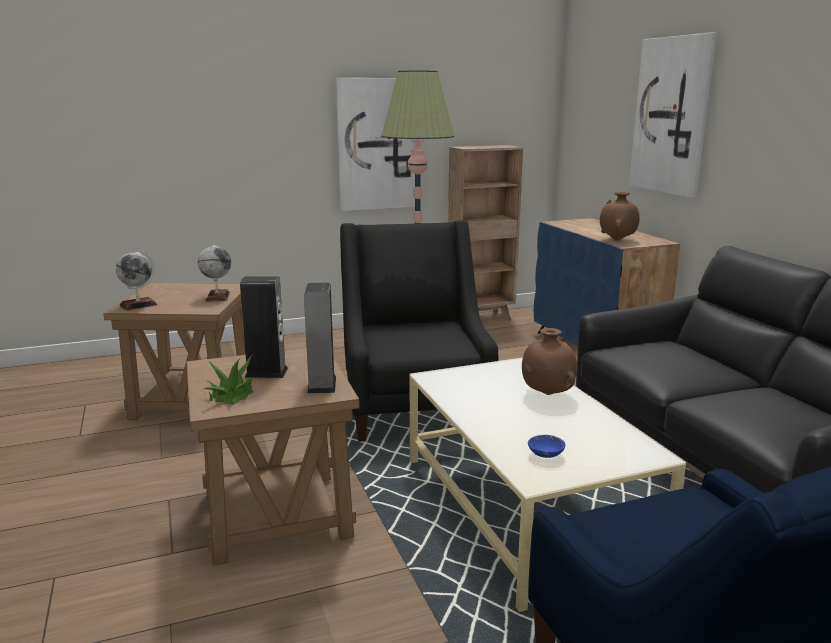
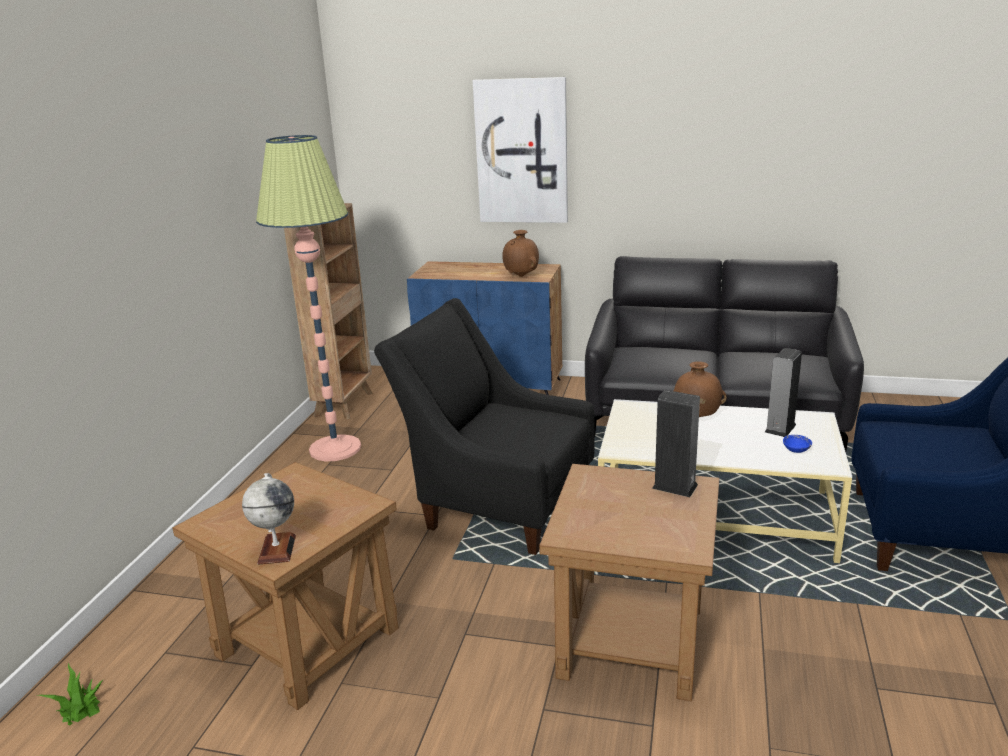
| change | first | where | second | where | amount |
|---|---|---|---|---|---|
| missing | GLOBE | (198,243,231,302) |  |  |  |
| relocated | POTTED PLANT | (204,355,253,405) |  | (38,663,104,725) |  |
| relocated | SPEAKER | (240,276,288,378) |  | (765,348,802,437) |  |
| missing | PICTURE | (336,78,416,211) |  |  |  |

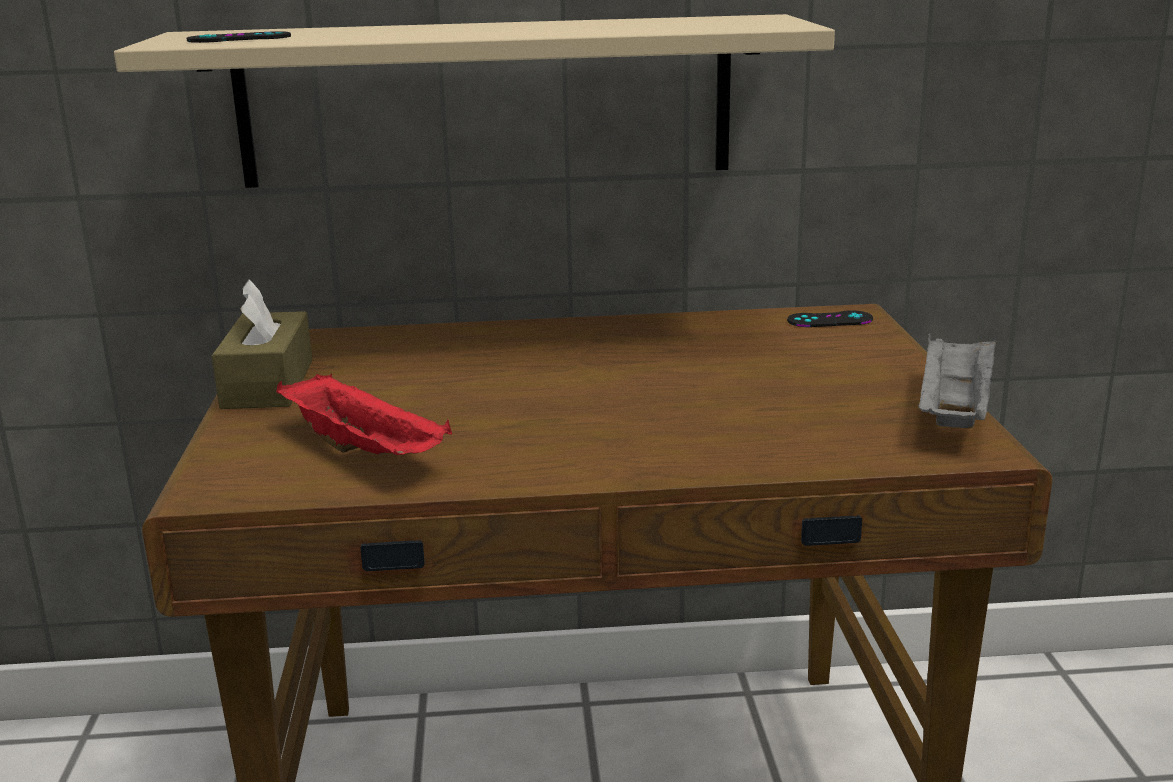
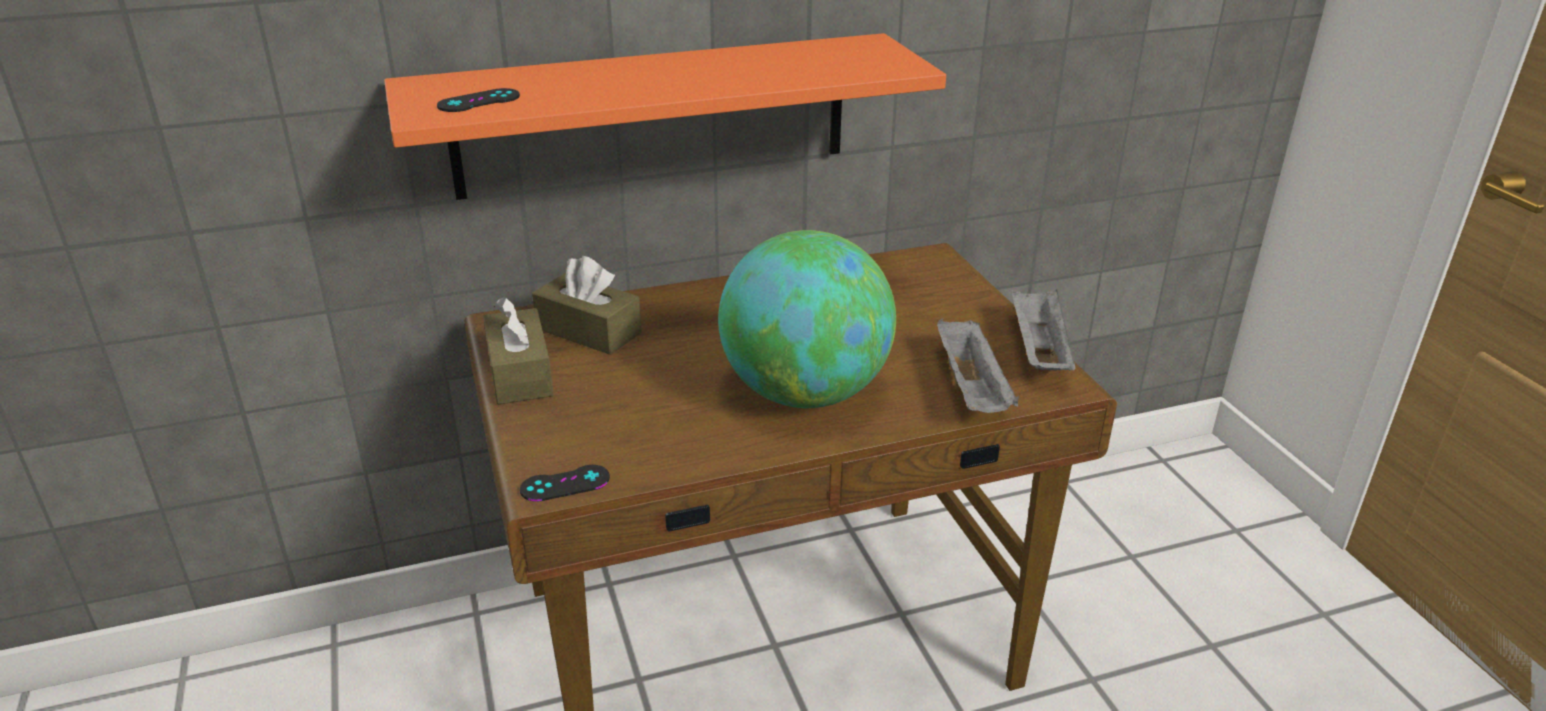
| change | first | where | second | where | amount |
|---|---|---|---|---|---|
| colour | BEIGE SHELF | (114,14,835,188) | ORANGE SHELF | (384,33,946,200) |  |
| missing | RED TRAY | (276,373,452,455) |  |  |  |
| relocated | BLACK GAME CONTROLLER | (787,310,873,327) |  | (520,465,610,502) |  |
| appeared |  |  | BROWN TISSUE BOX | (532,256,642,355) |  |
| appeared |  |  | GLOBE | (718,230,896,408) |  |
| appeared |  |  | GREY TRAY | (937,318,1019,413) |  |

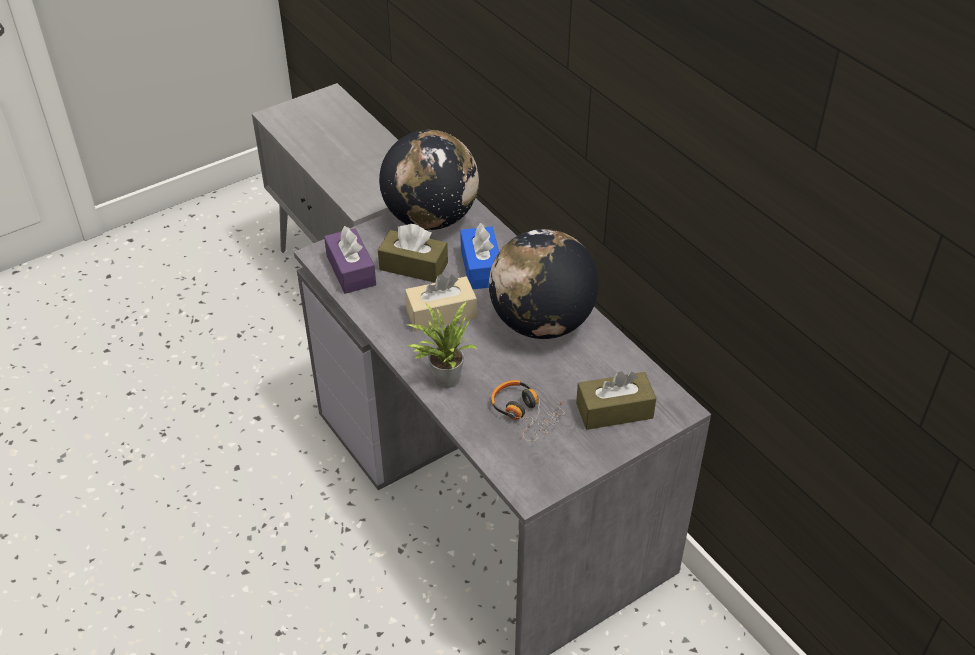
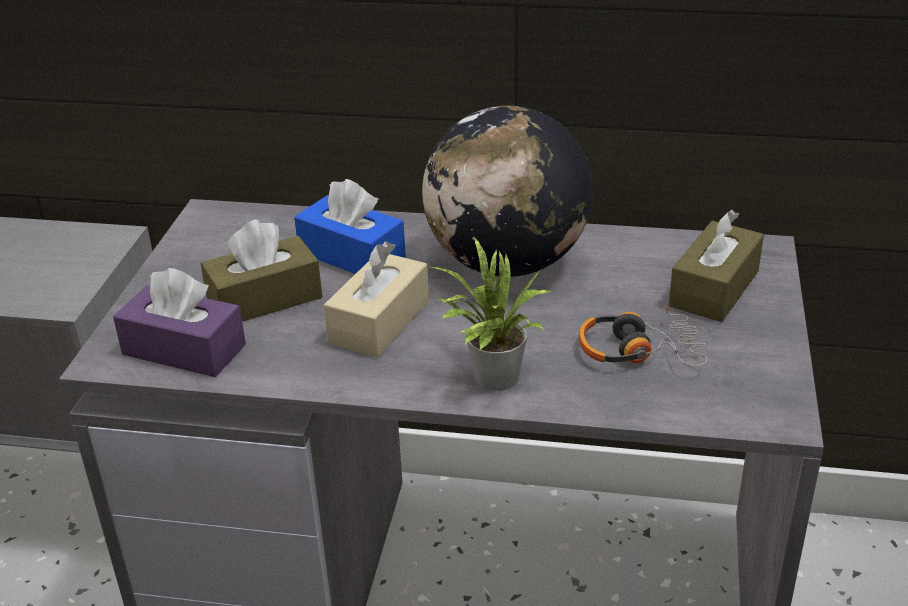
| change | first | where | second | where | amount |
|---|---|---|---|---|---|
| missing | GLOBE | (379,130,479,230) |  |  |  |

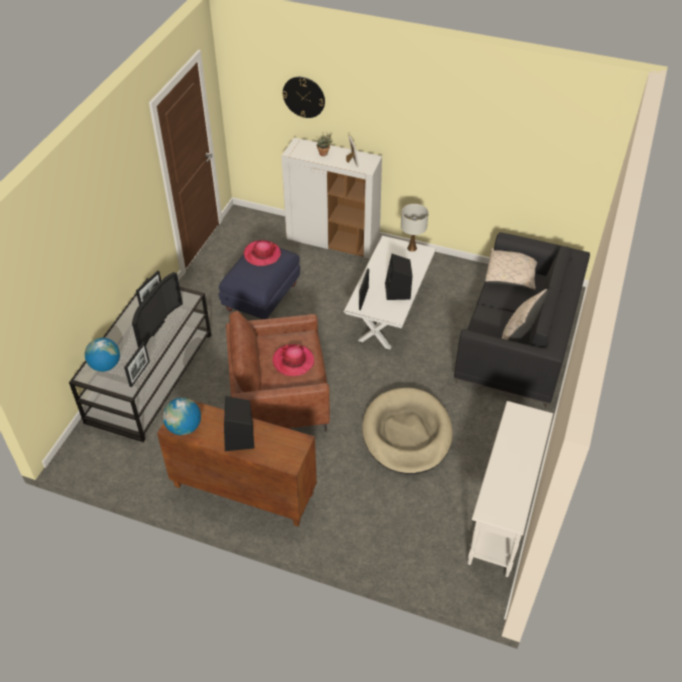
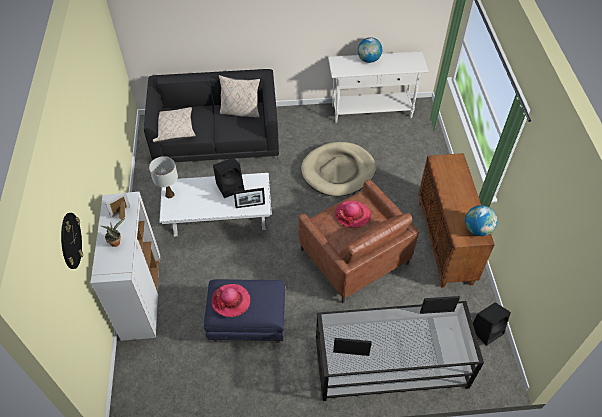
| change | first | where | second | where | amount |
|---|---|---|---|---|---|
| relocated | GLOBE | (85,337,120,372) |  | (358,37,382,63) |  |
| missing | TELEVISION | (132,272,183,348) |  |  |  |
| relocated | BLACK SPEAKER | (224,396,254,451) |  | (473,302,511,346) |  |

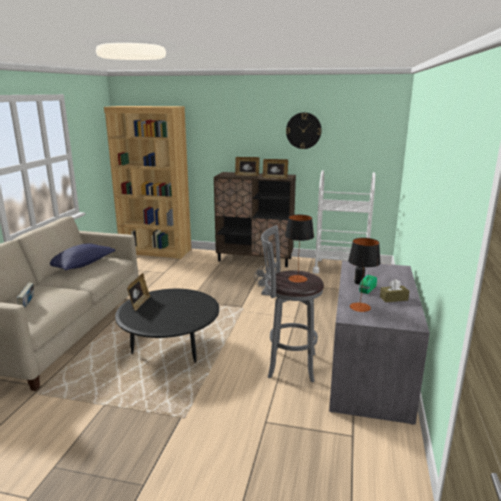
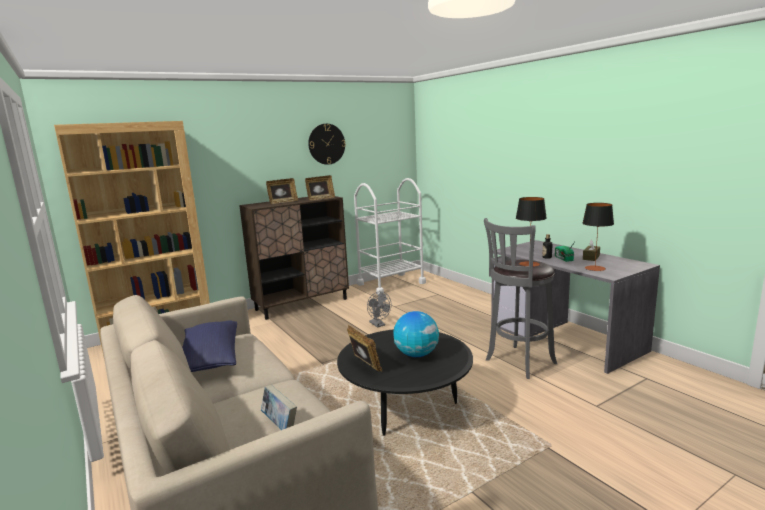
| change | first | where | second | where | amount |
|---|---|---|---|---|---|
| appeared |  |  | GLOBE | (393,311,439,357) |  |

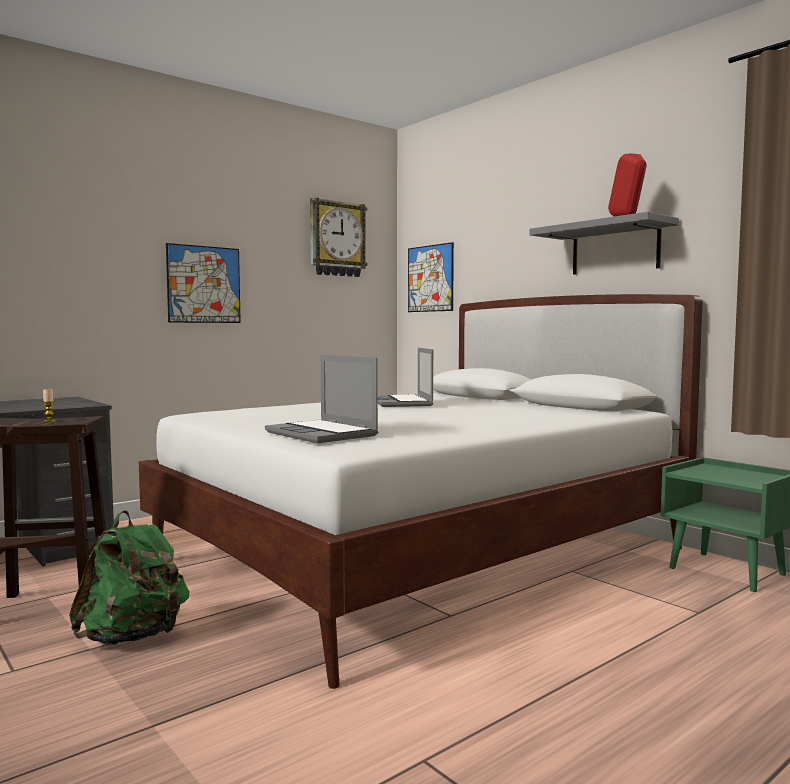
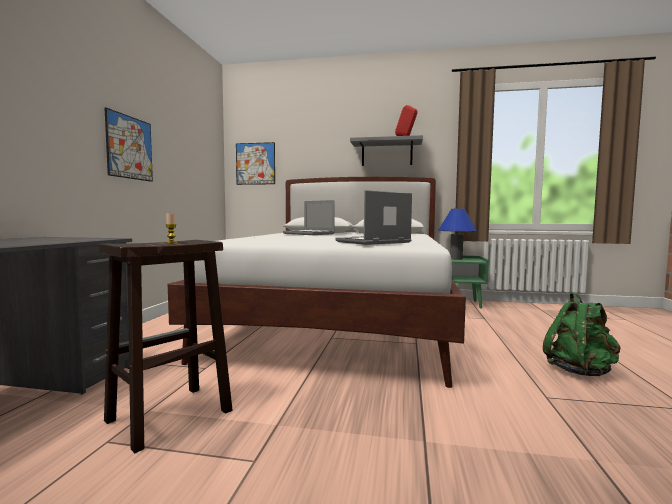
| change | first | where | second | where | amount |
|---|---|---|---|---|---|
| relocated | GREEN BACKPACK | (69,510,189,645) |  | (543,292,621,376) |  |
| spun | LAPTOP | (265,355,378,444) |  | (336,190,412,245) | 135 degrees clockwise |
| missing | WALL CLOCK | (310,198,368,277) |  |  |  |
| appeared |  |  | BLUE TABLE LAMP | (439,208,477,260) |  |

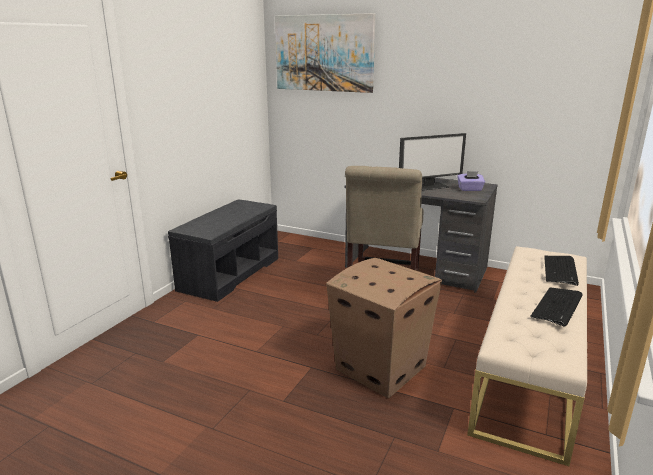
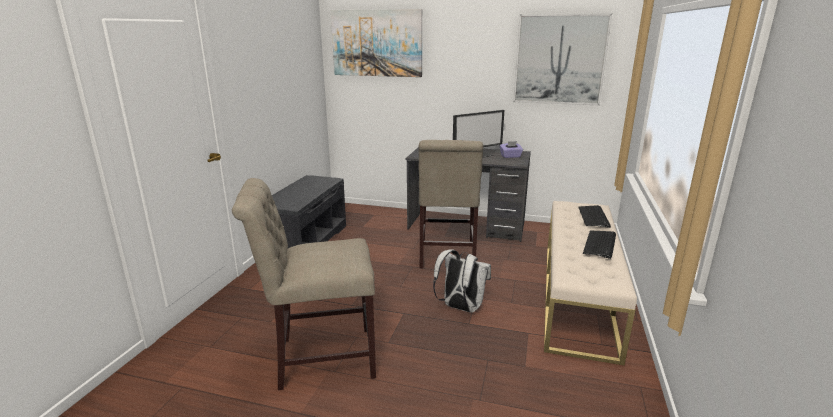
| change | first | where | second | where | amount |
|---|---|---|---|---|---|
| exchanged | CARDBOARD BOX | (326,258,442,398) | WHITE BACKPACK | (433,249,491,312) |  |
| appeared |  |  | BEIGE CHAIR | (232,178,376,390) |  |
| appeared |  |  | PICTURE | (513,13,612,105) |  |

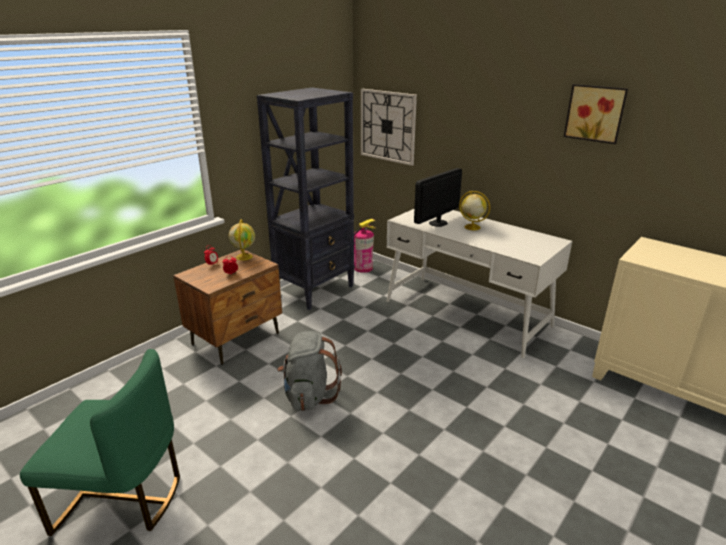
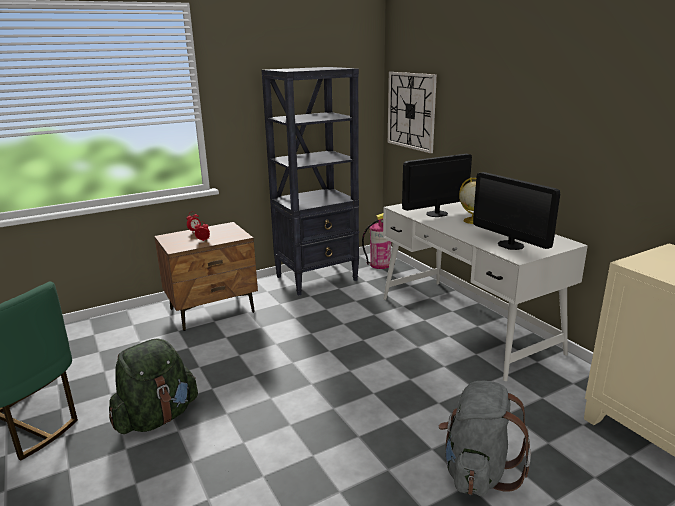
| change | first | where | second | where | amount |
|---|---|---|---|---|---|
| missing | GLOBE | (229,219,255,261) |  |  |  |
| relocated | GREY BACKPACK | (277,331,342,411) |  | (439,381,531,496) |  |
| missing | PICTURE | (564,84,628,144) |  |  |  |
| appeared |  |  | GREEN BACKPACK | (109,338,198,434) |  |
| appeared |  |  | MONITOR | (473,172,560,250) |  |

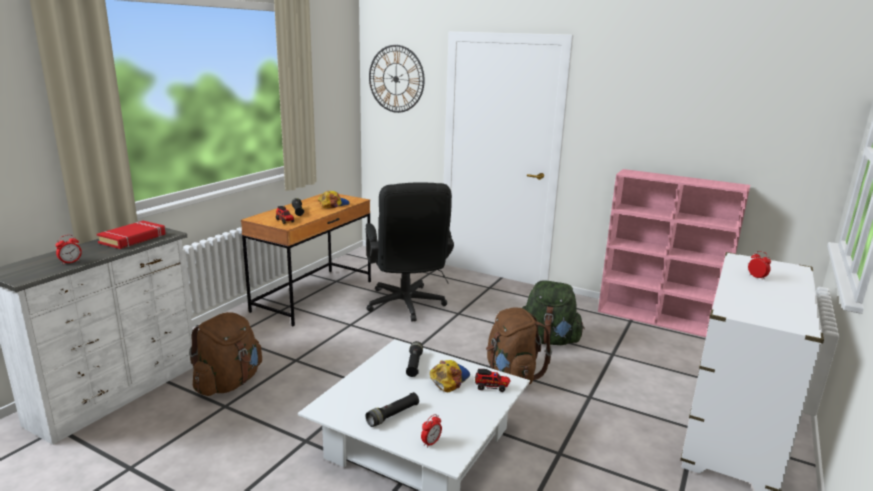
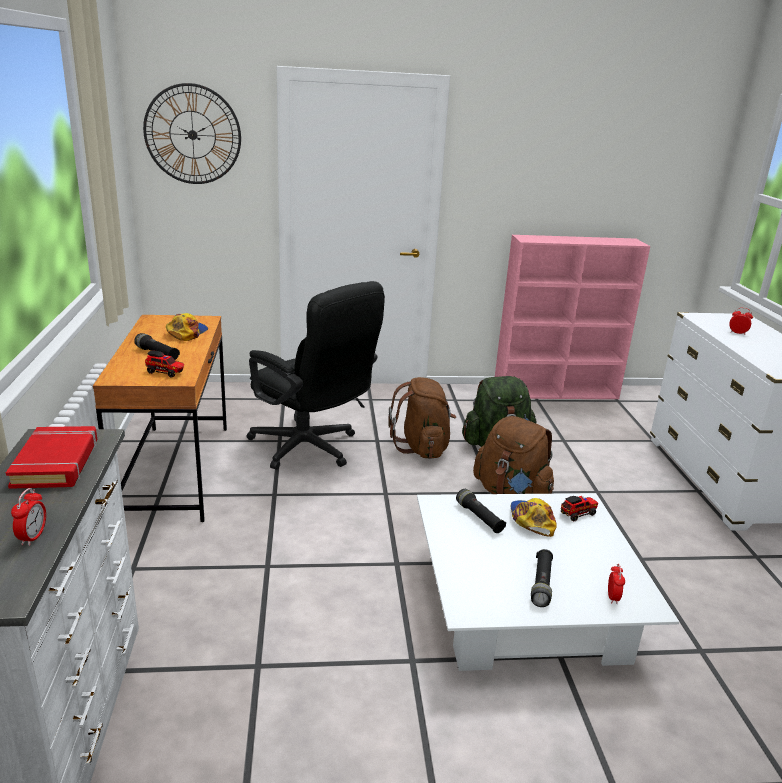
| change | first | where | second | where | amount |
|---|---|---|---|---|---|
| relocated | BROWN BACKPACK | (189,312,262,396) |  | (388,377,456,459) |  |

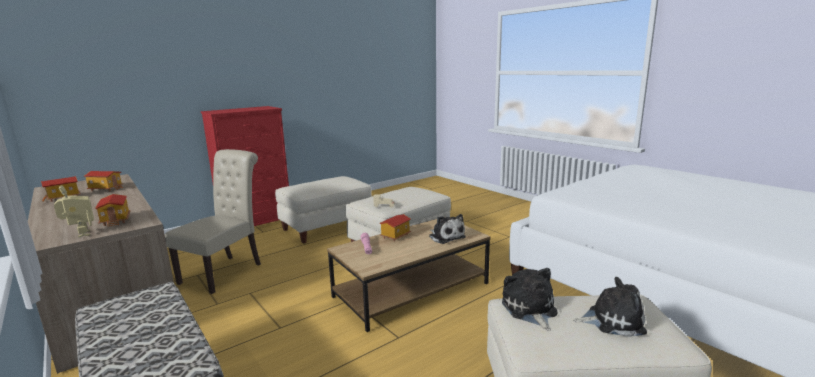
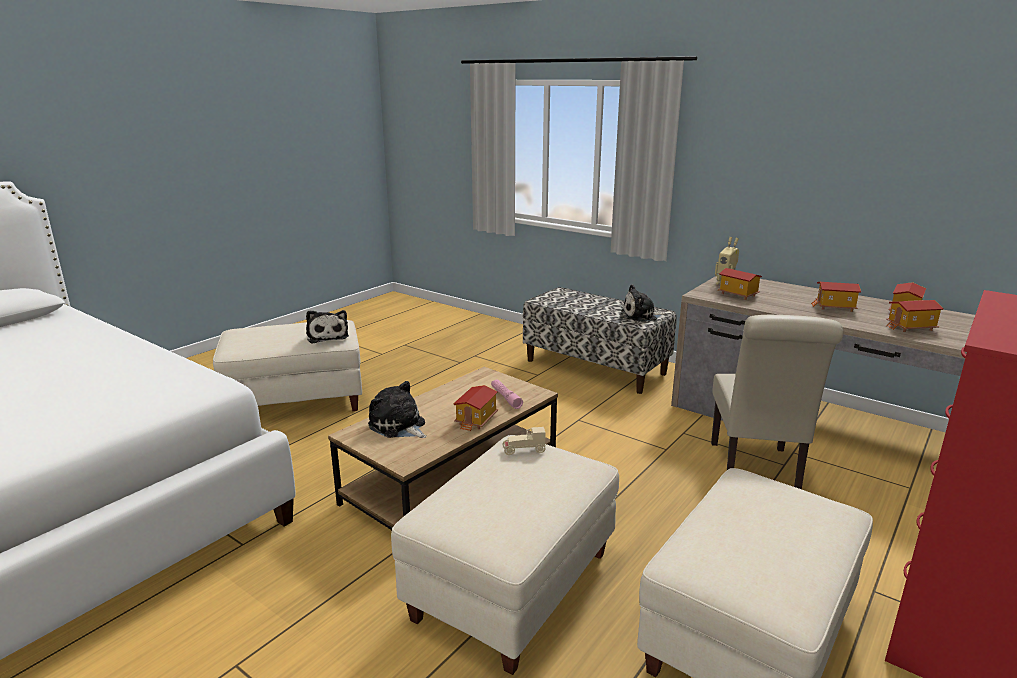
| change | first | where | second | where | amount |
|---|---|---|---|---|---|
| relocated | PLUSH TOY | (574,277,647,337) |  | (621,284,666,321) |  |
| appeared |  |  | TOY HOUSE | (811,282,861,312) |  |

